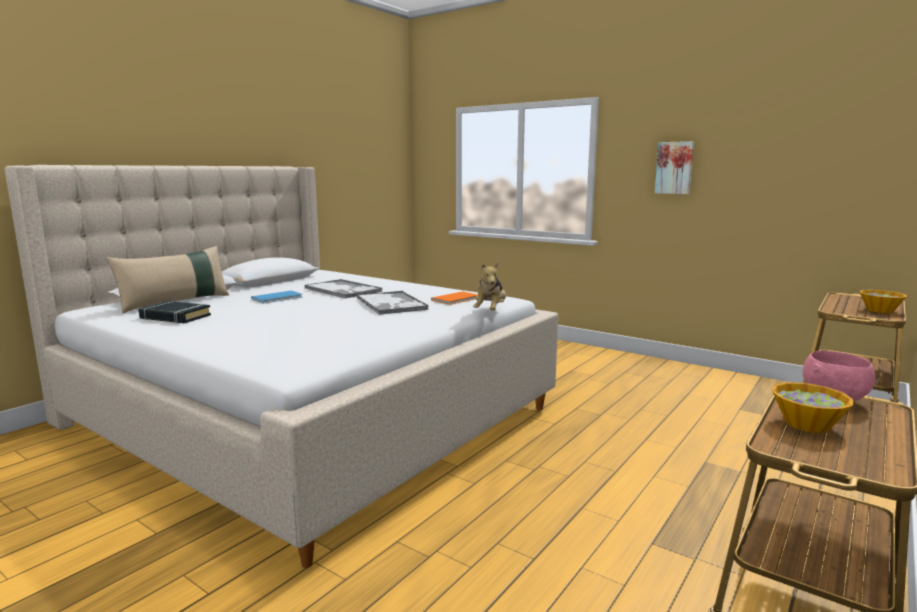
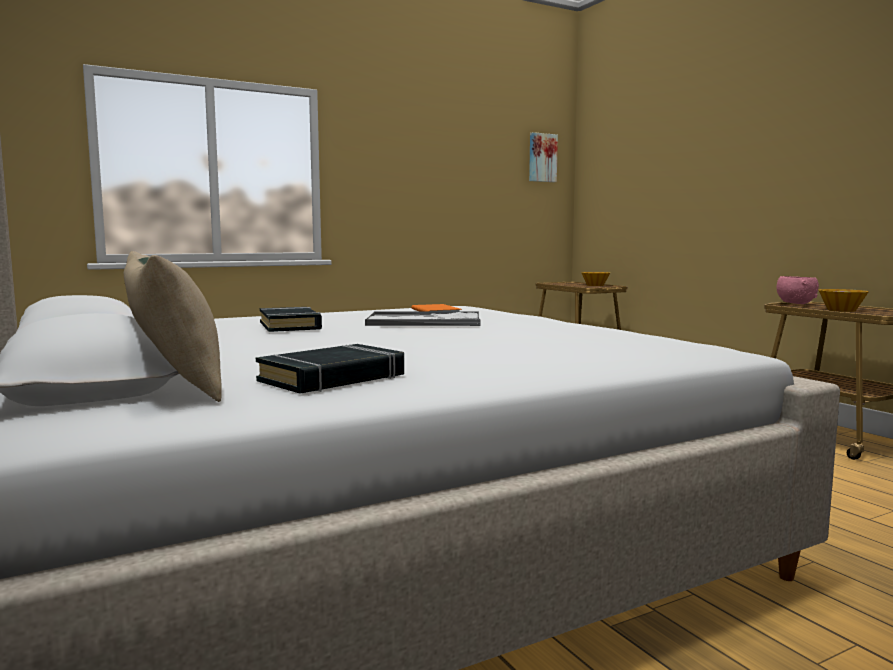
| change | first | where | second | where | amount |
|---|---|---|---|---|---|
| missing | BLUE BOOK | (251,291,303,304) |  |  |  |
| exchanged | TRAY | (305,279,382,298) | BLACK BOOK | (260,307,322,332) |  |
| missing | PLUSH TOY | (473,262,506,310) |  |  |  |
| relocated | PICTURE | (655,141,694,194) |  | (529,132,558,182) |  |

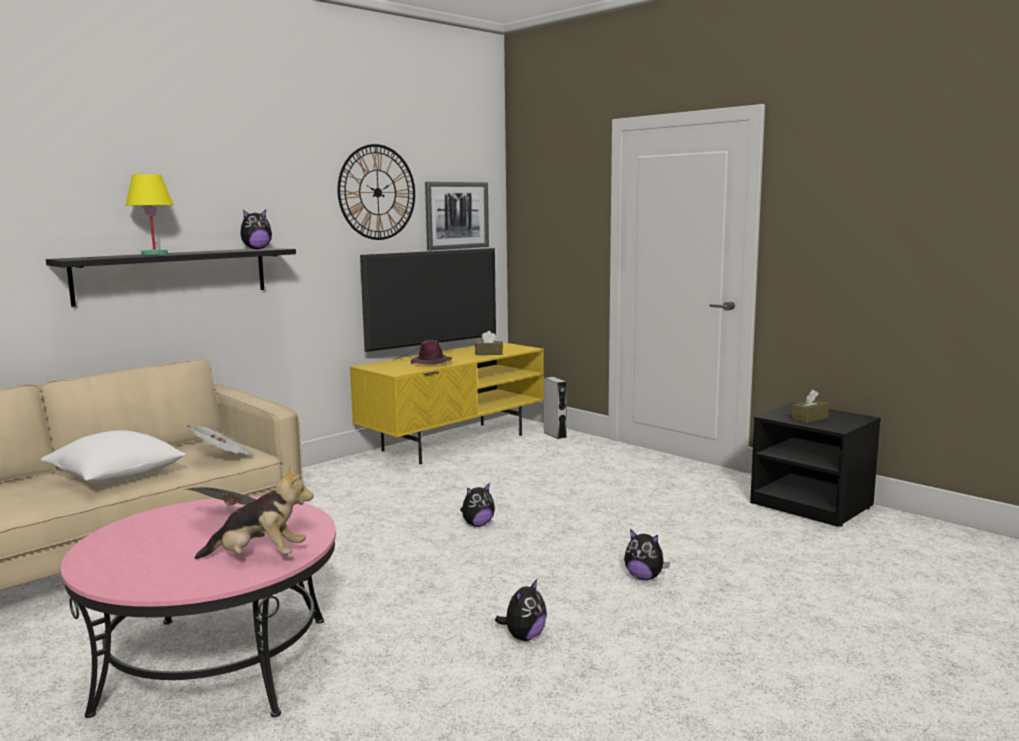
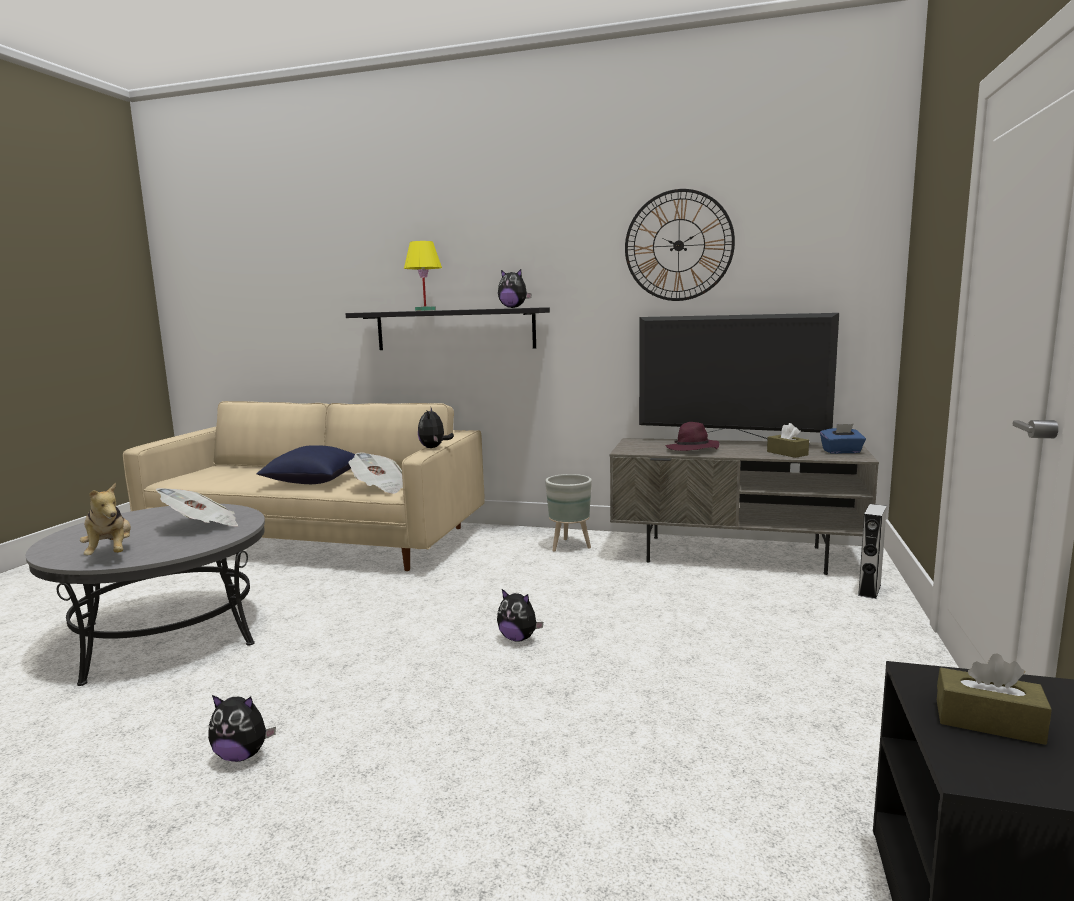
| change | first | where | second | where | amount |
|---|---|---|---|---|---|
| colour | WHITE PILLOW | (41,431,186,483) | BLUE PILLOW | (256,445,355,484) |  |
| colour | PINK COFFEE TABLE | (61,496,336,718) | GREY COFFEE TABLE | (25,504,265,686) |  |
| colour | YELLOW TV STAND | (350,342,544,464) | GREY TV STAND | (610,438,879,575) |  |
| missing | PICTURE | (425,182,489,251) |  |  |  |
| relocated | PLUSH TOY | (624,529,670,580) |  | (418,408,454,448) |  |
| appeared |  |  | GREY PLANTER | (545,474,592,552) |  |
| appeared |  |  | BLUE TISSUE BOX | (820,424,866,454) |  |

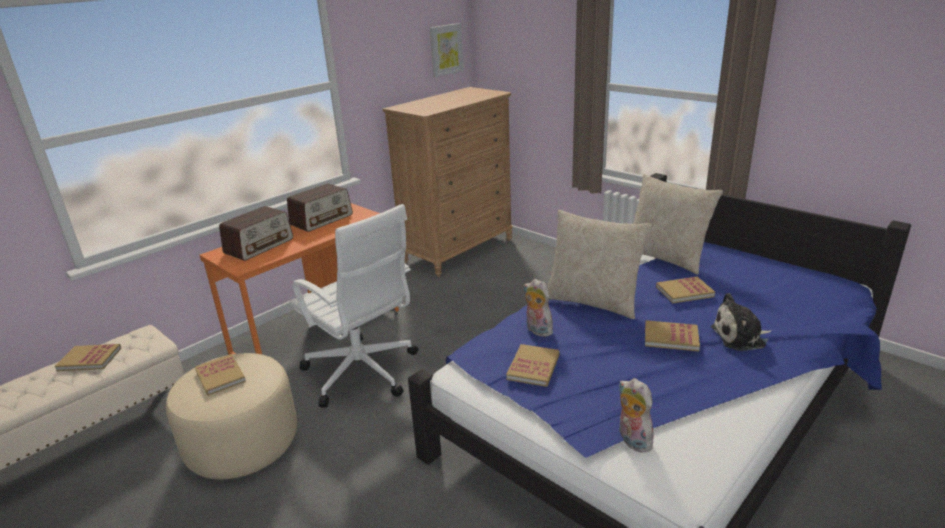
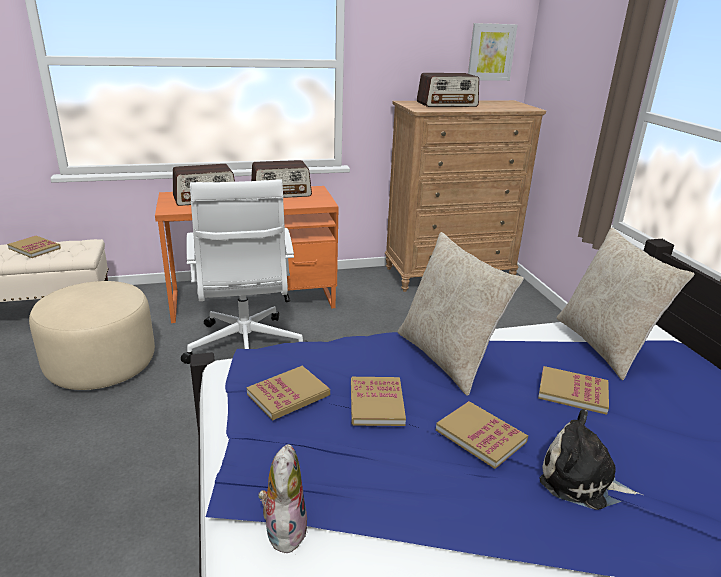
| change | first | where | second | where | amount |
|---|---|---|---|---|---|
| relocated | BOOK | (195,354,246,396) |  | (351,377,406,426) |  |
| missing | PLUSH TOY | (524,279,553,337) |  |  |  |
| appeared |  |  | RADIO | (417,73,479,107) |  |

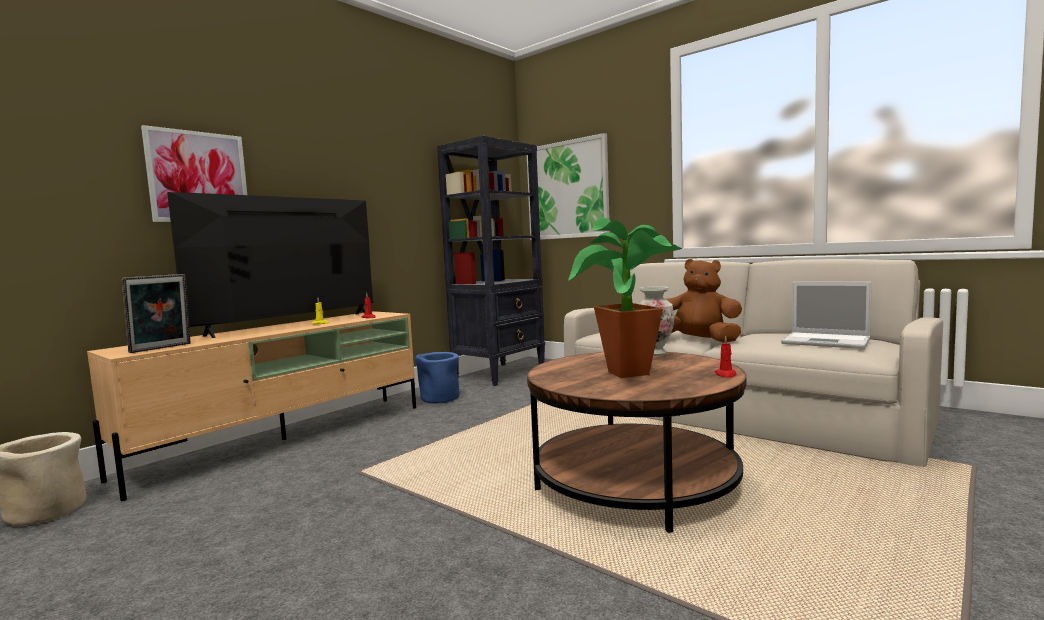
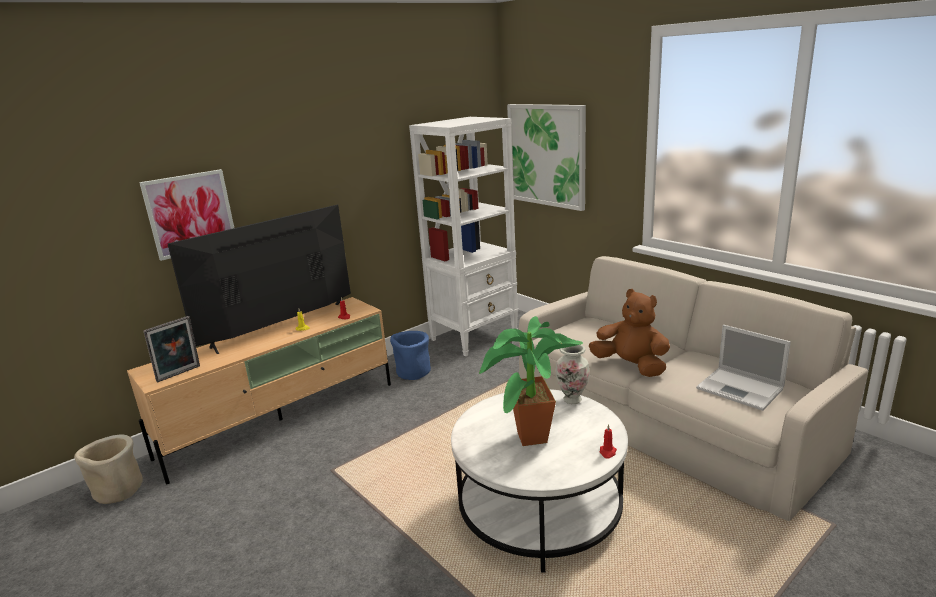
| change | first | where | second | where | amount |
|---|---|---|---|---|---|
| colour | BLACK BOOKCASE | (437,136,545,386) | WHITE BOOKCASE | (409,117,518,356) |  |
| colour | BROWN COFFEE TABLE | (527,352,746,533) | WHITE COFFEE TABLE | (451,389,628,572) |  |

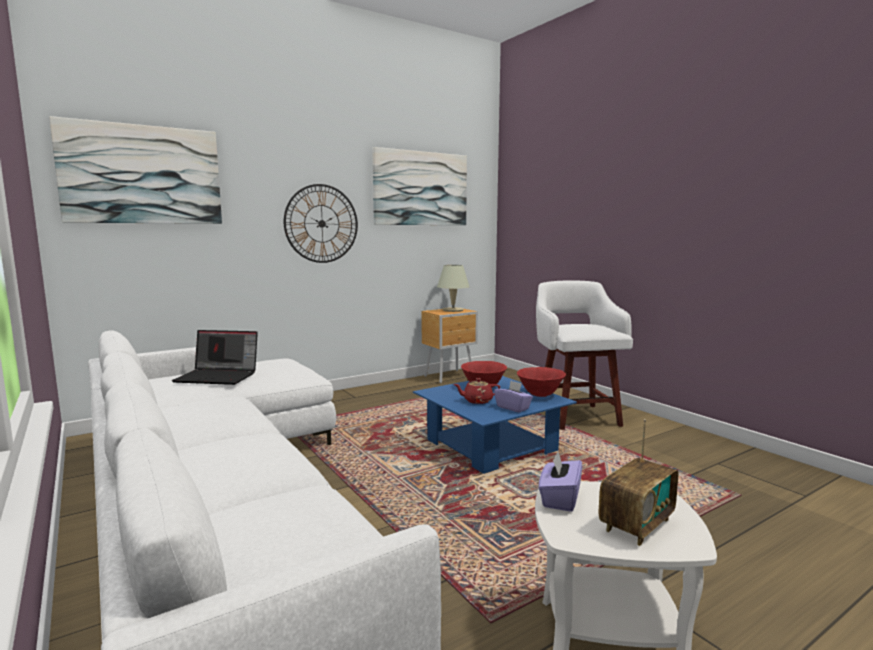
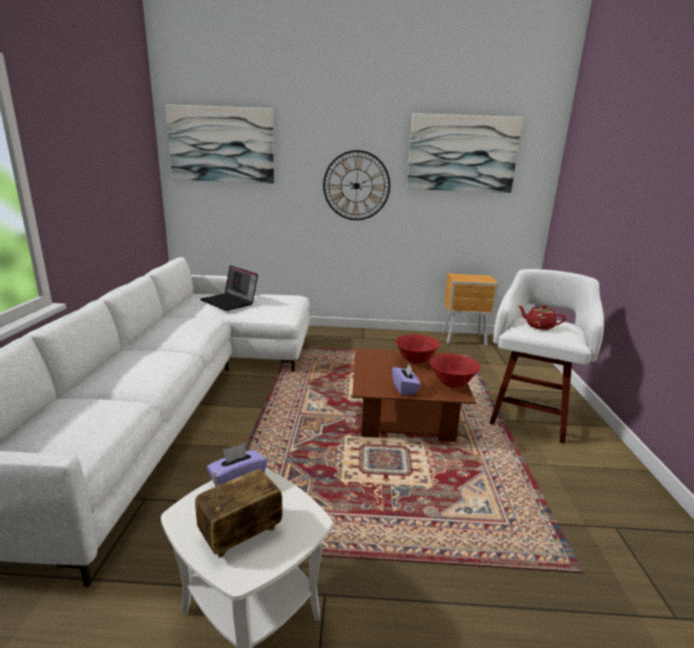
| change | first | where | second | where | amount |
|---|---|---|---|---|---|
| colour | BLUE COFFEE TABLE | (413,376,577,474) | BROWN COFFEE TABLE | (352,348,476,442) |  |
| missing | BEIGE TABLE LAMP | (437,265,469,312) |  |  |  |
| relocated | RED TEAPOT | (453,378,500,404) |  | (518,305,566,330) |  |
| spun | RADIO | (599,419,678,546) |  | (195,469,283,558) | 150 degrees clockwise |

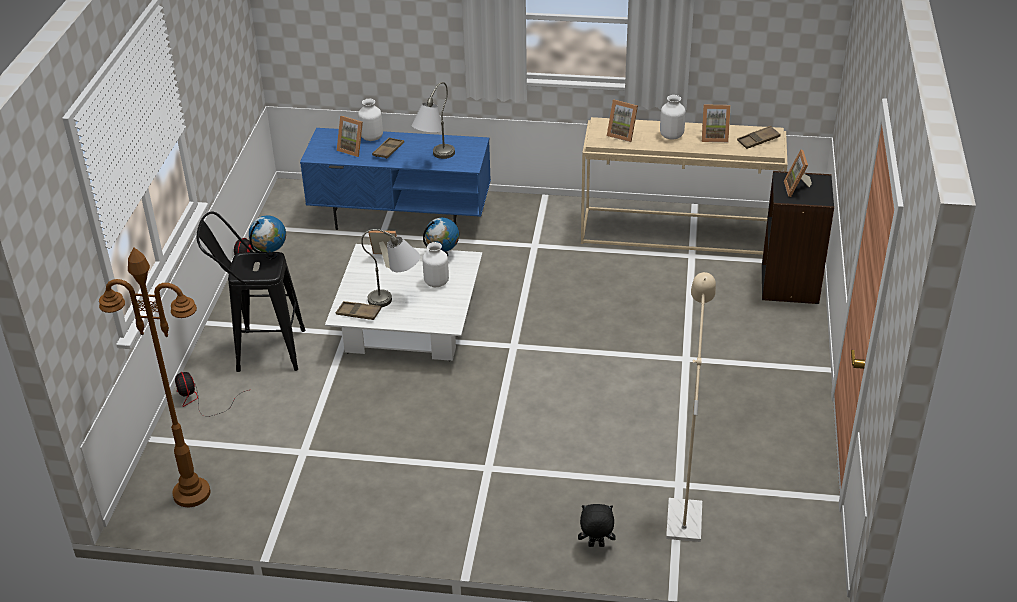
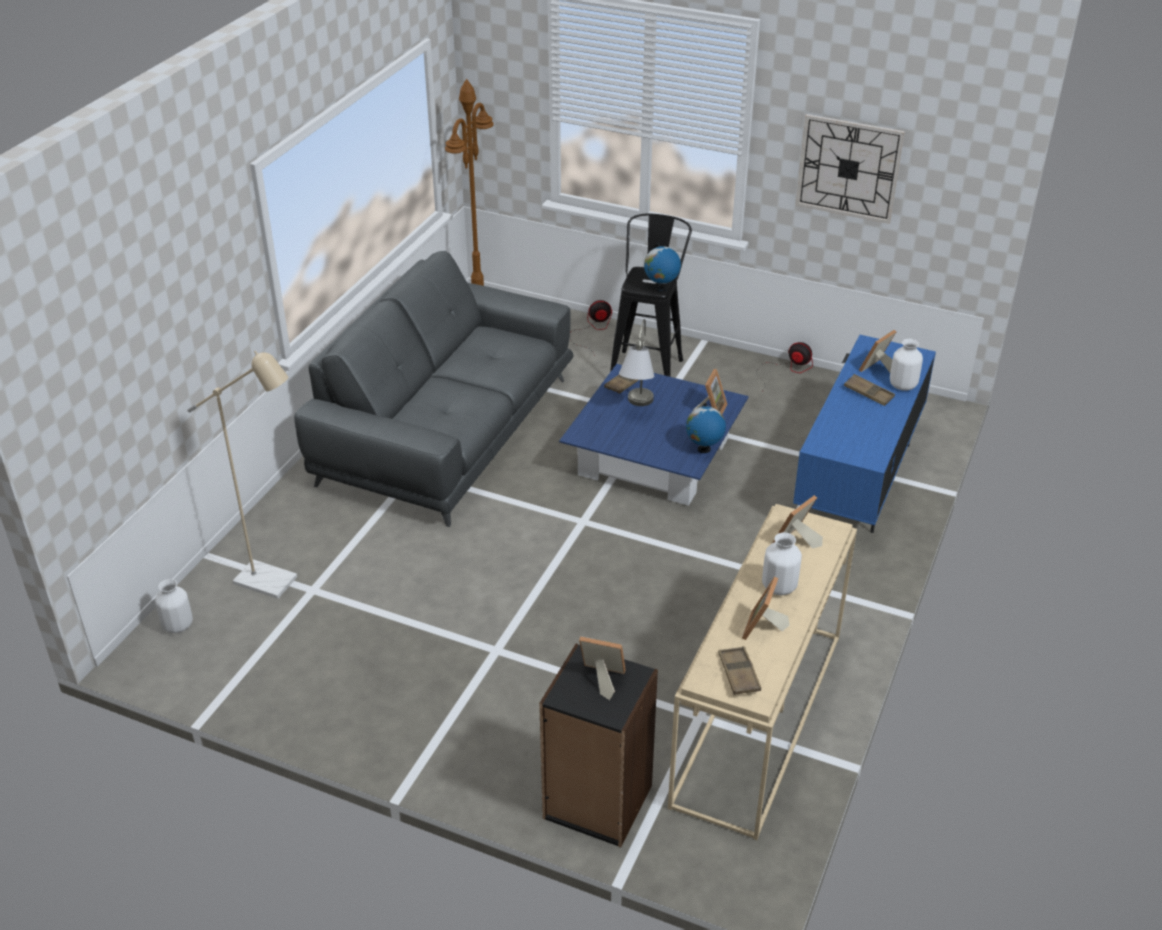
| change | first | where | second | where | amount |
|---|---|---|---|---|---|
| colour | WHITE COFFEE TABLE | (325,244,482,361) | BLUE COFFEE TABLE | (559,364,749,506) |  |
| missing | GREY TABLE LAMP | (412,82,455,159) |  |  |  |
| relocated | WHITE VASE | (422,242,449,287) |  | (155,579,193,633) |  |
| missing | BLACK PLUSH TOY | (578,504,616,547) |  |  |  |
| appeared |  |  | GREY SOFA | (294,251,573,527) |  |
| appeared |  |  | WALL CLOCK | (796,114,905,224) |  |

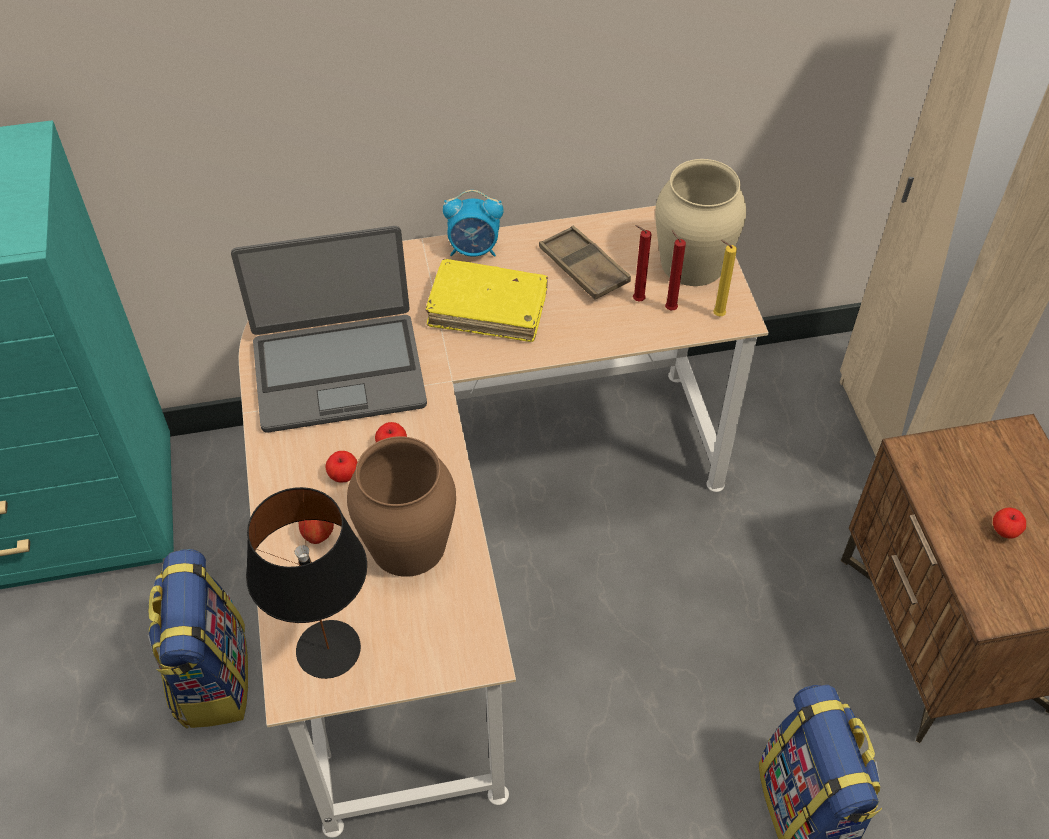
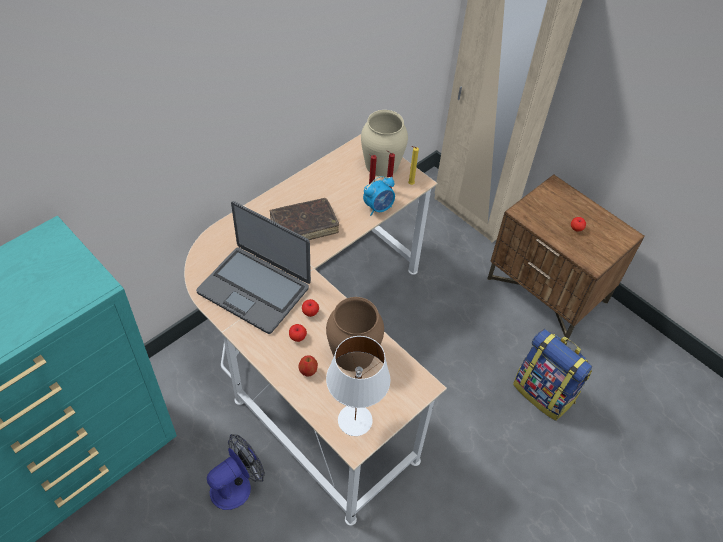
| change | first | where | second | where | amount |
|---|---|---|---|---|---|
| exchanged | BACKPACK | (148,549,248,729) | FAN | (207,434,265,510) |  |
| spun | LAPTOP | (231,226,427,433) |  | (196,201,311,334) | 75 degrees clockwise |
| colour | BLACK TABLE LAMP | (246,487,367,679) | WHITE TABLE LAMP | (326,336,390,436) |  |
| colour | YELLOW BOOK | (426,259,548,342) | BROWN BOOK | (269,198,339,240) |  |
| relocated | ALARM CLOCK | (443,190,504,257) |  | (363,176,395,216) |  |
| missing | BROWN TRAY | (539,226,631,300) |  |  |  |

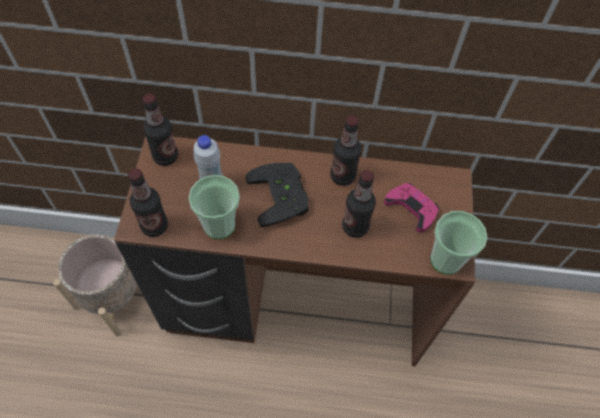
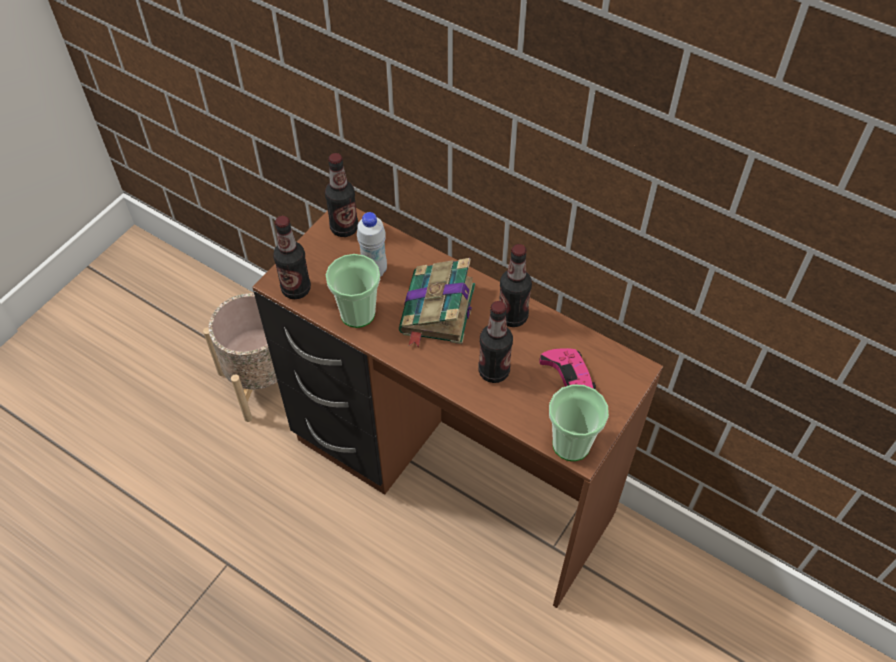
| change | first | where | second | where | amount |
|---|---|---|---|---|---|
| exchanged | BLACK GAME CONTROLLER | (245,163,309,227) | BOOK | (399,258,475,348) |  |

